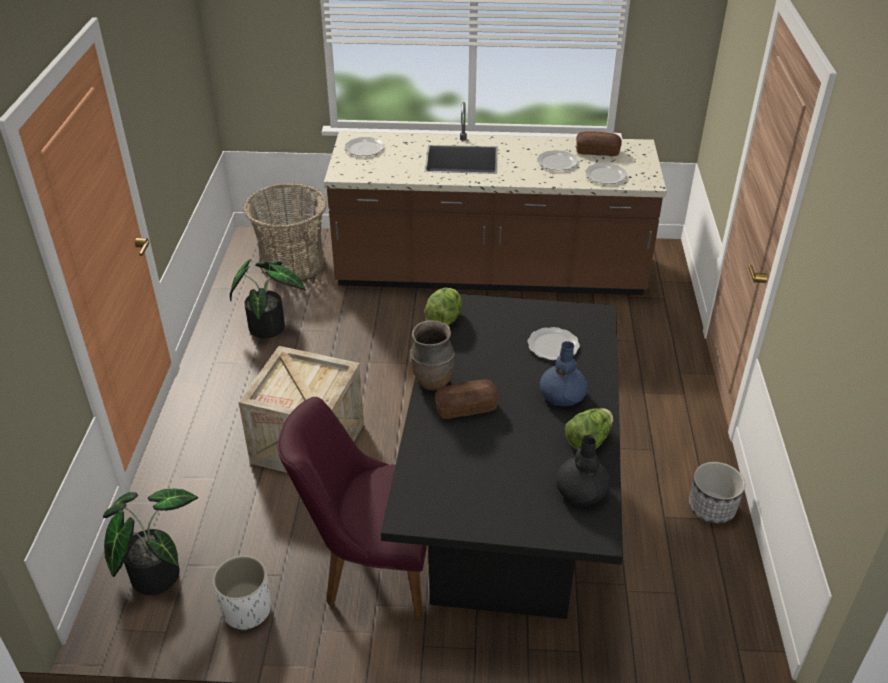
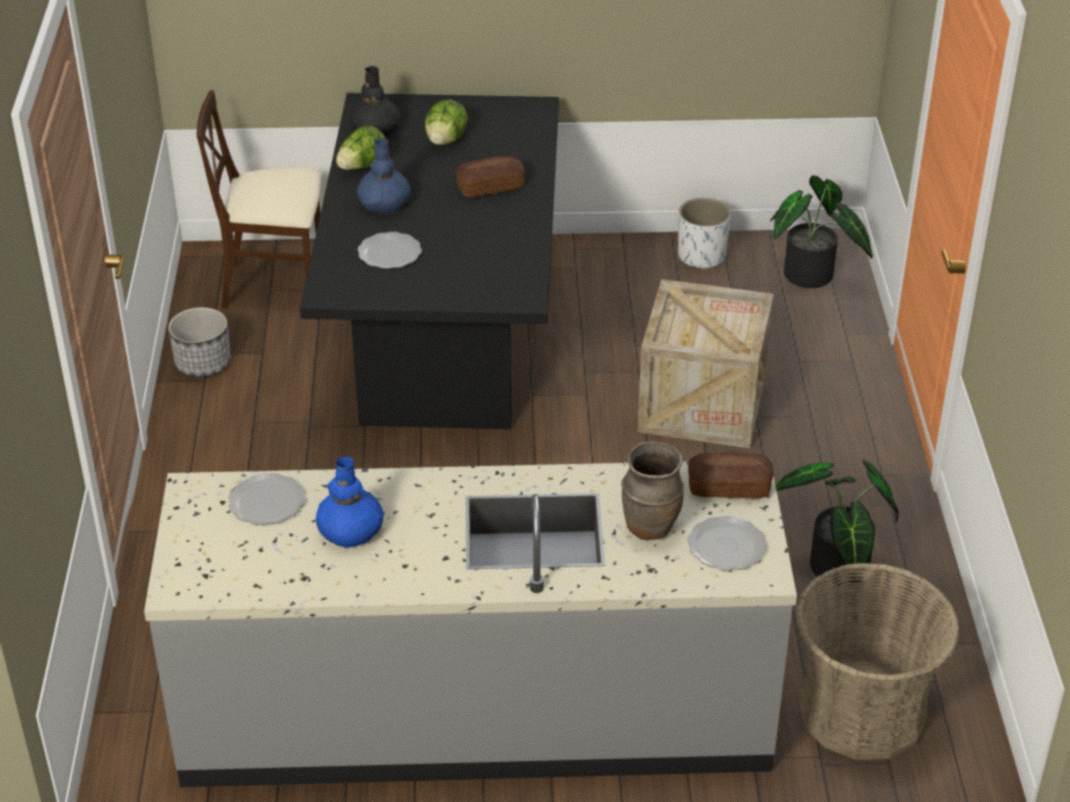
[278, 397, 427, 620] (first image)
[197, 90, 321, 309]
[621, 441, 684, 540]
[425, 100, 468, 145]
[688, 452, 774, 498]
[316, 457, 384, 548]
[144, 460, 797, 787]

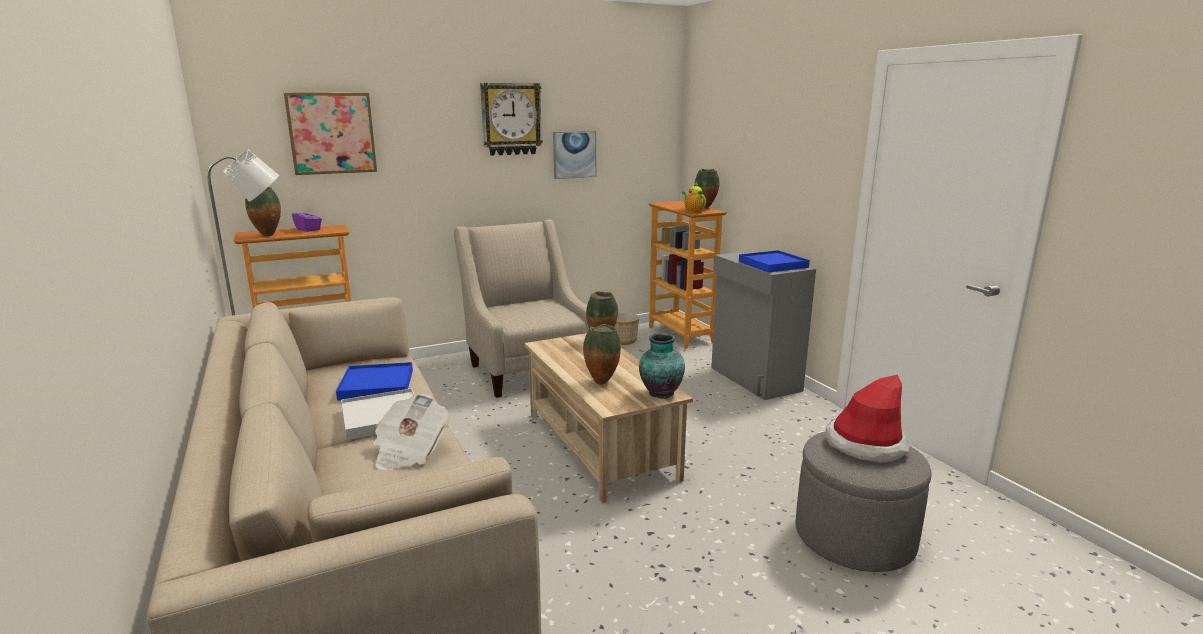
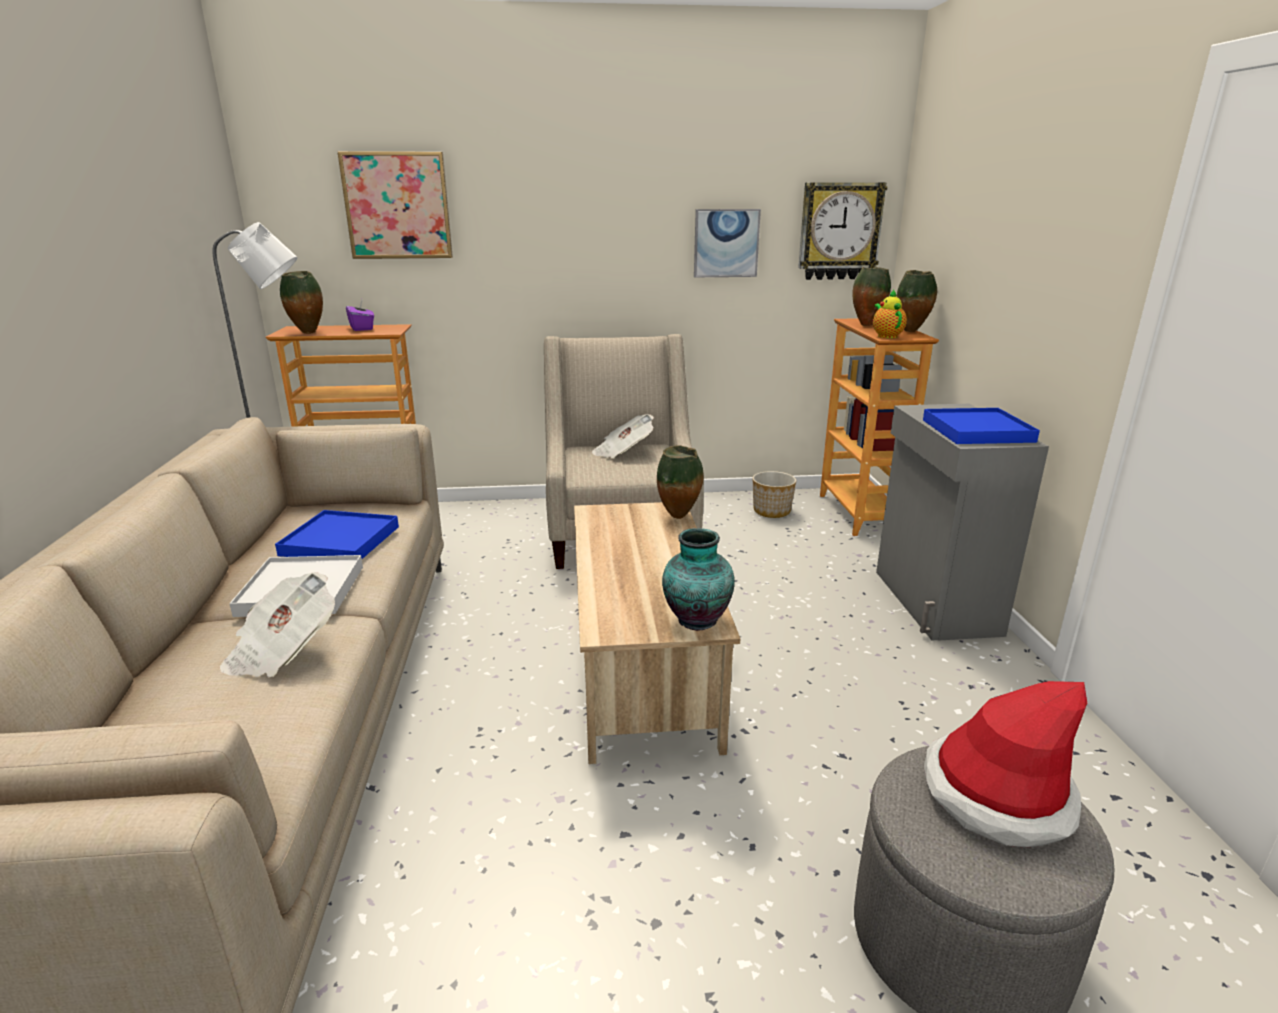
[592, 414, 654, 458]
[798, 182, 888, 280]
[853, 267, 891, 326]

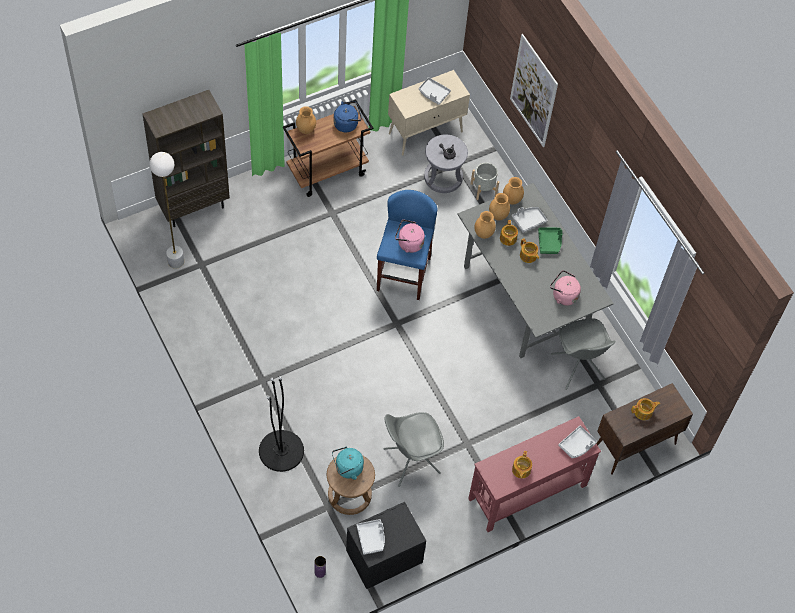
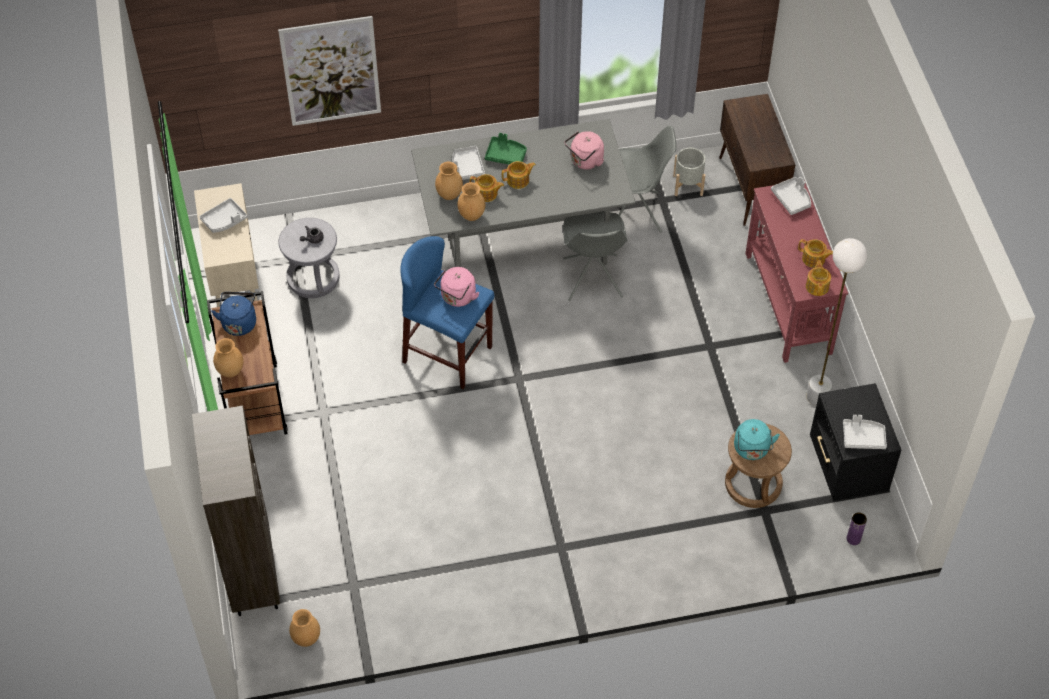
[259, 376, 304, 472] (first image)
[807, 238, 867, 406]
[563, 212, 627, 301]
[673, 148, 705, 196]
[289, 609, 320, 647]
[806, 260, 831, 296]

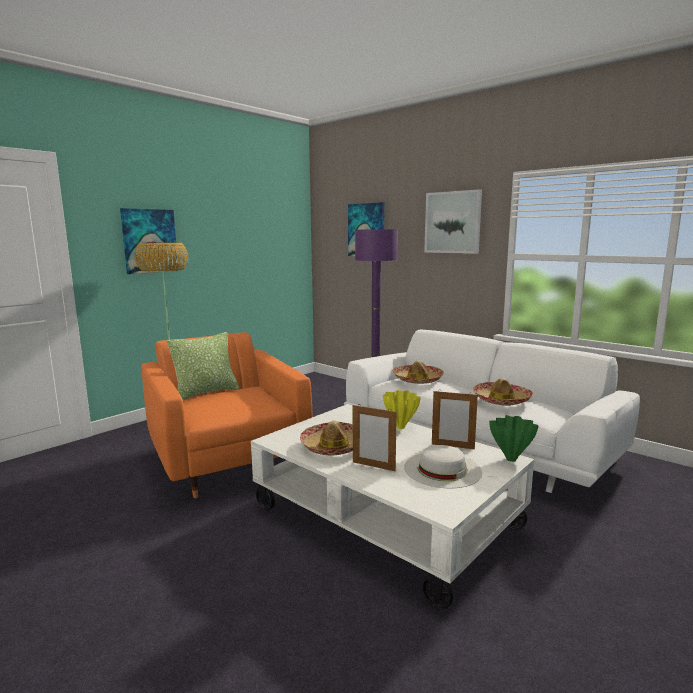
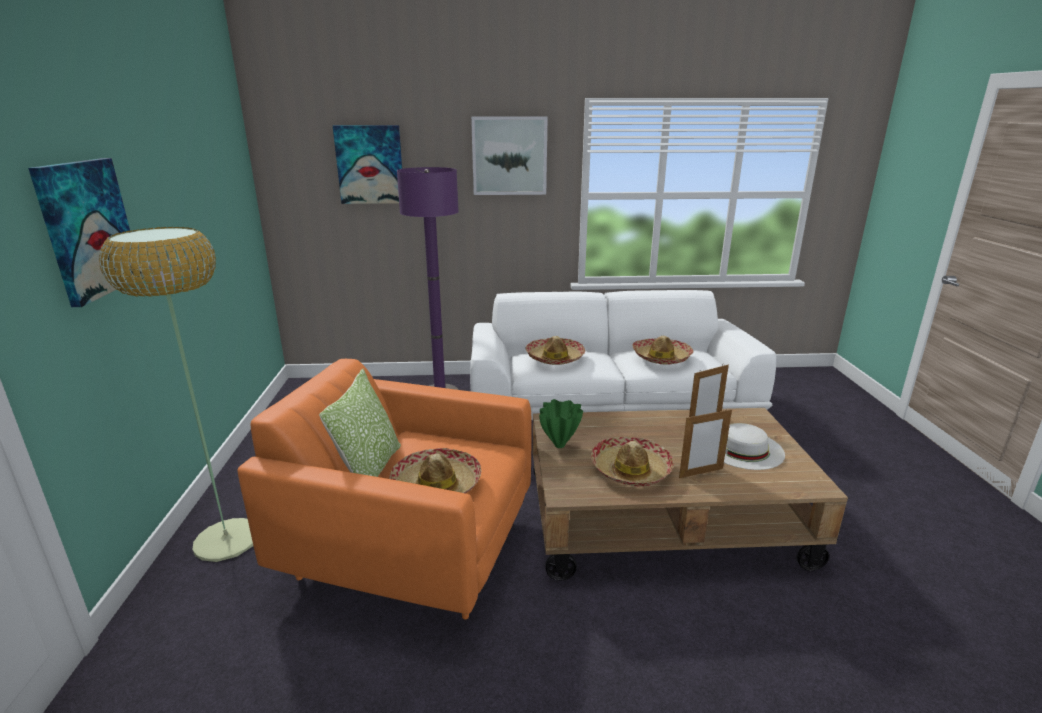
[383, 390, 421, 429] (first image)
[389, 448, 481, 494]
[539, 399, 583, 448]
[532, 408, 848, 580]

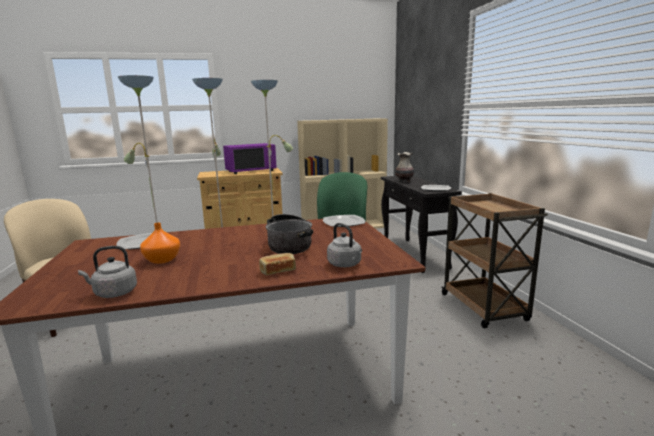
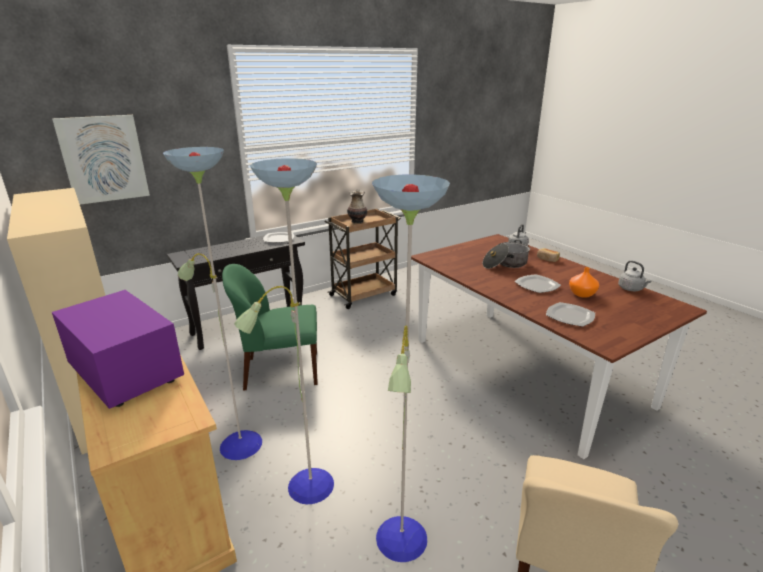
[52, 115, 150, 205]
[515, 274, 561, 293]
[347, 190, 367, 223]

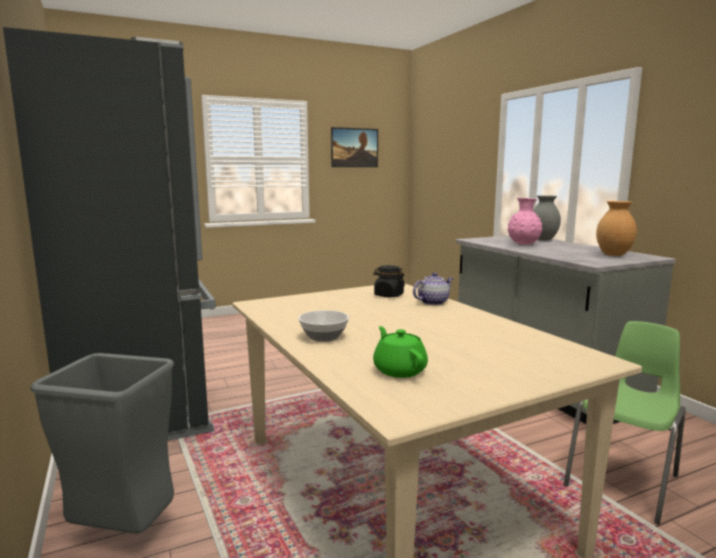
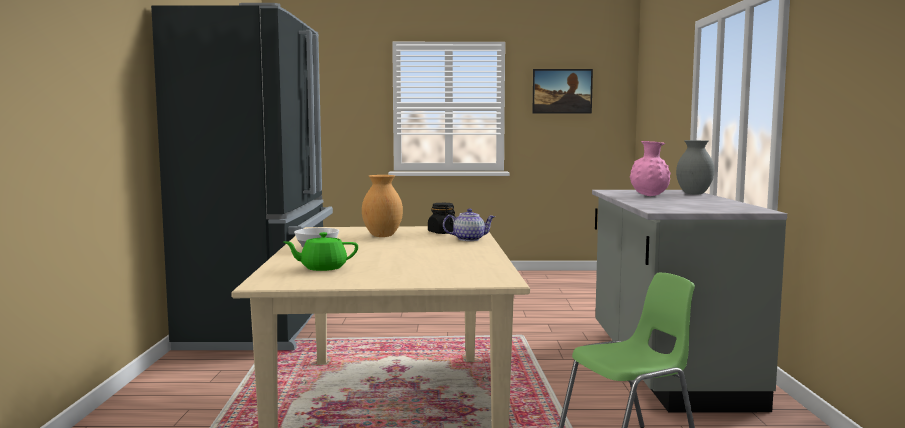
[30, 353, 174, 535] (first image)
[362, 175, 403, 237]
[284, 232, 358, 271]

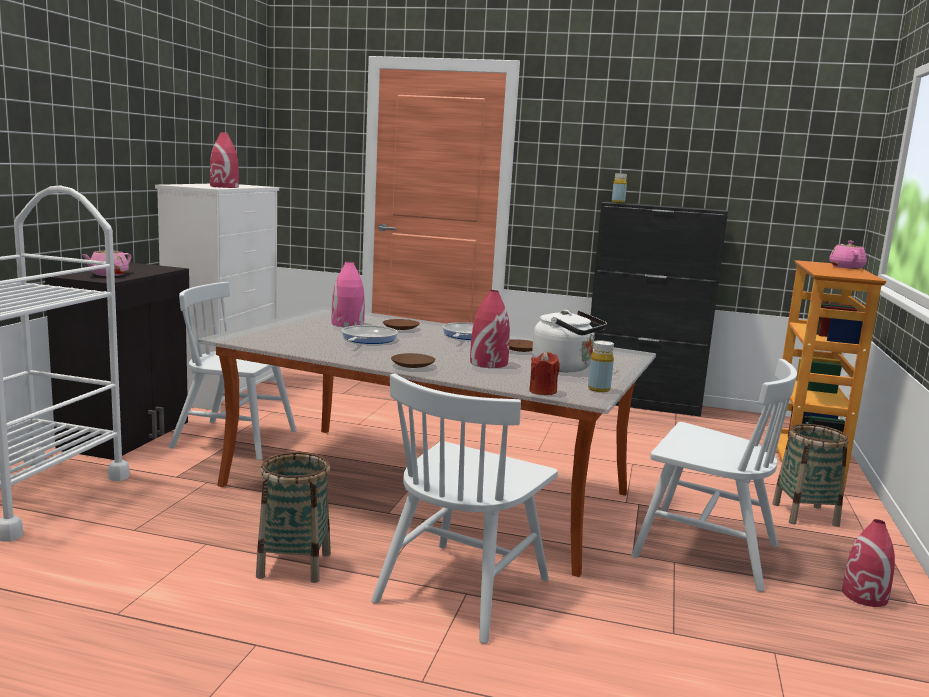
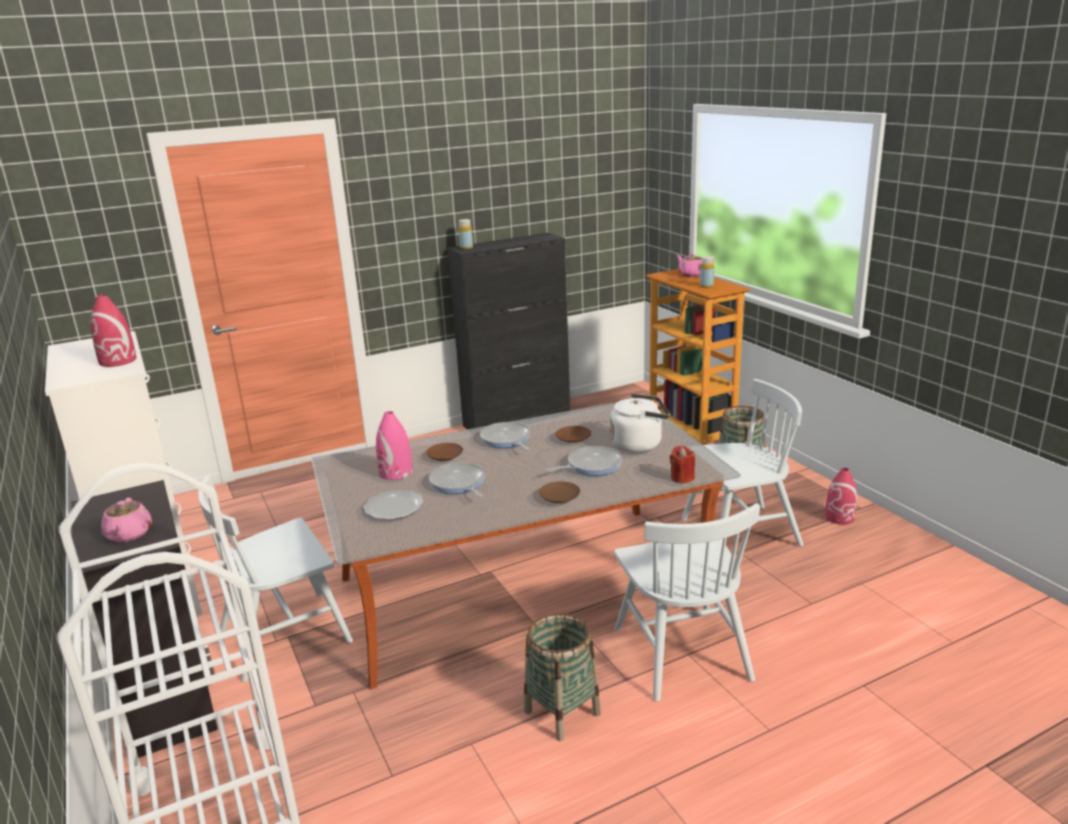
[364, 490, 424, 520]
[700, 256, 715, 288]
[547, 446, 623, 476]

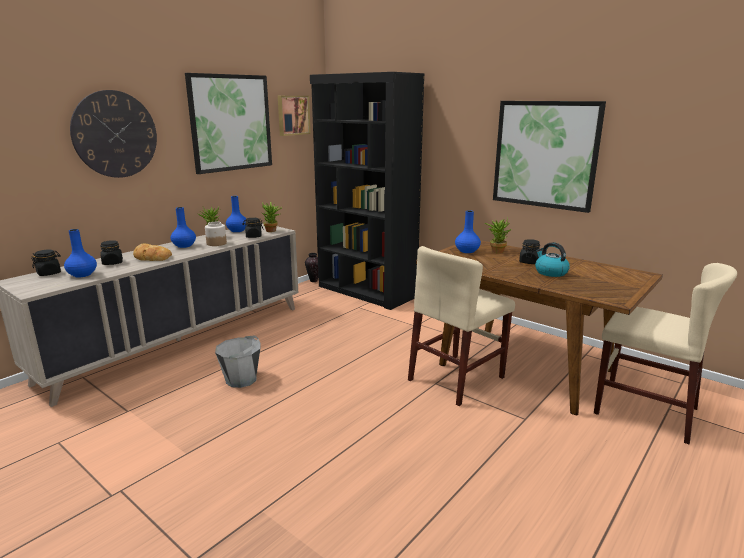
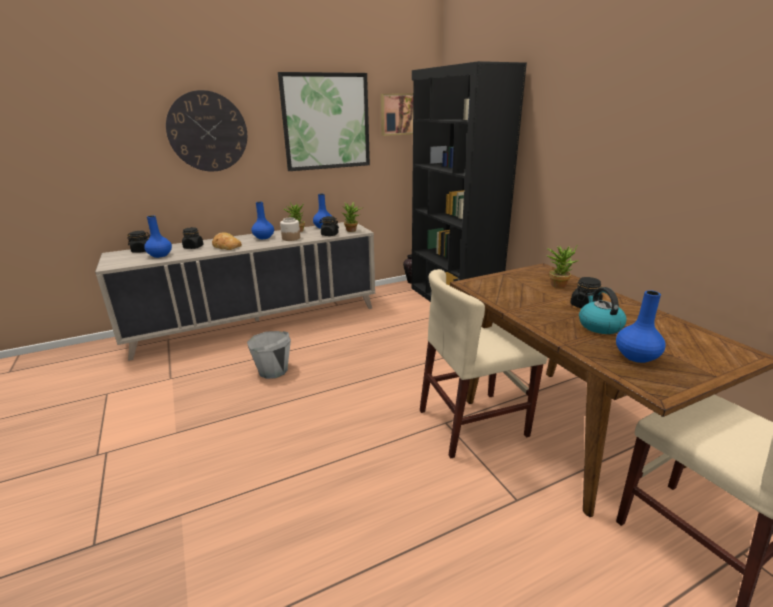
[493, 101, 606, 213] (first image)
[616, 290, 666, 363]

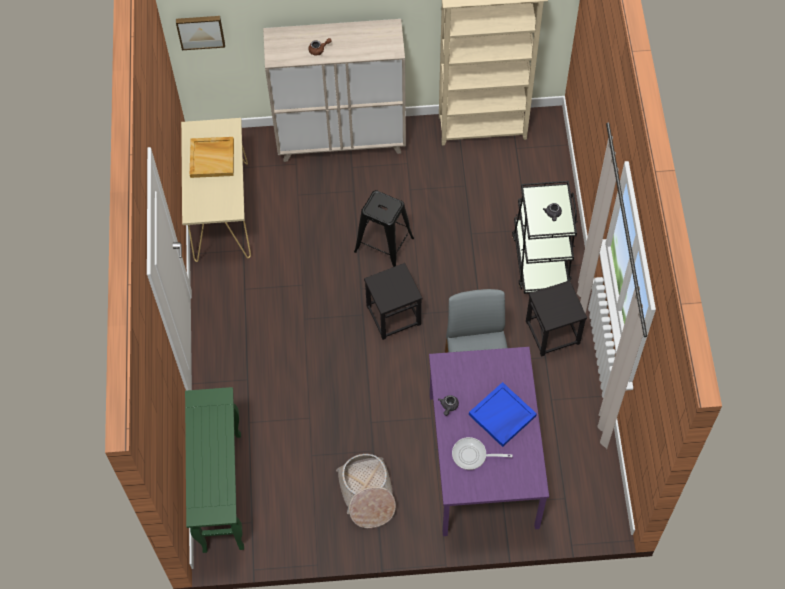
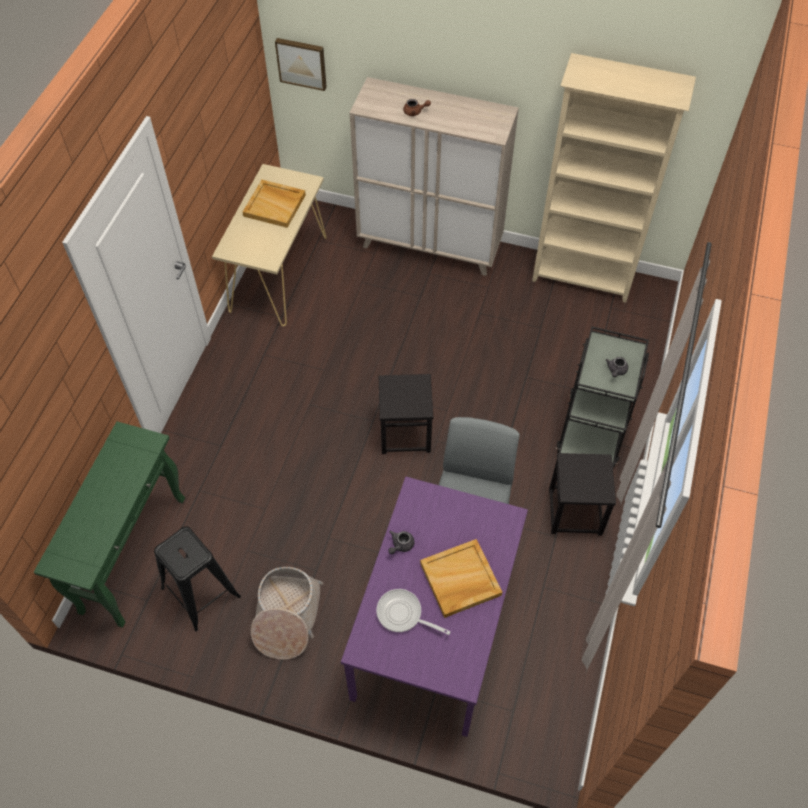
[154, 526, 241, 631]
[420, 539, 502, 618]

